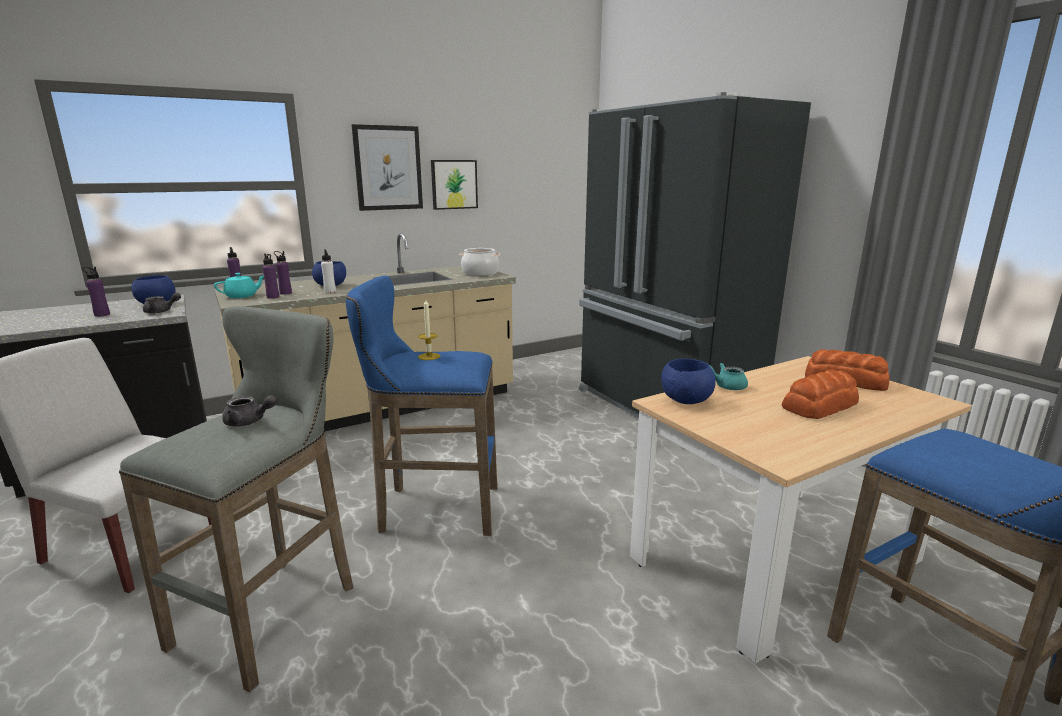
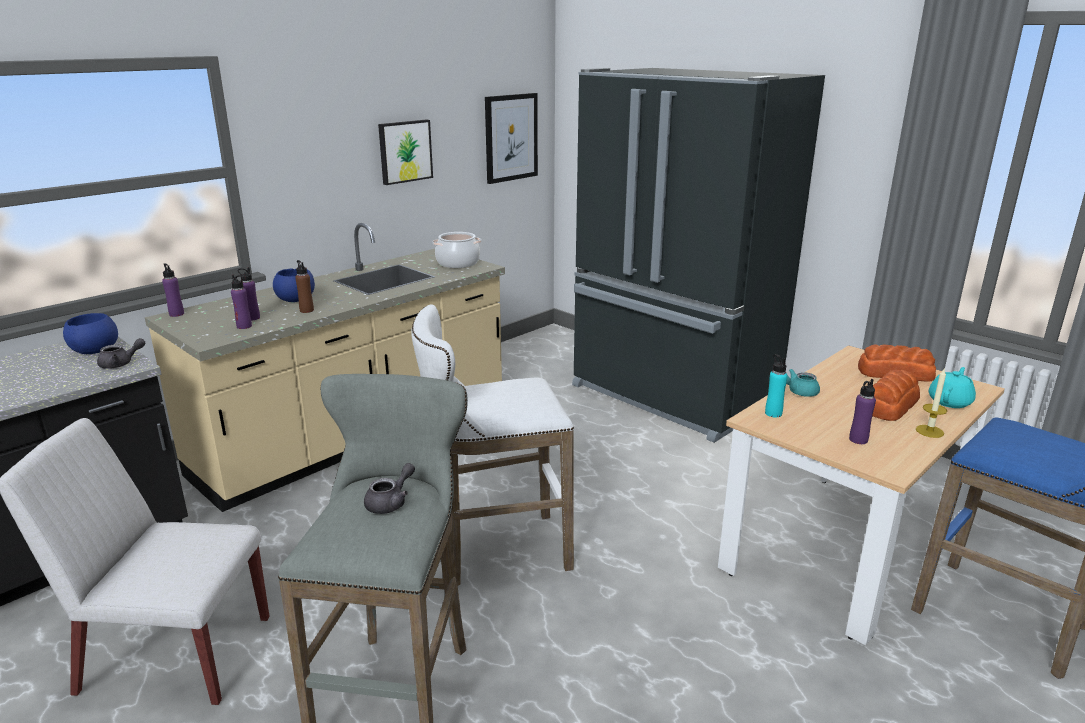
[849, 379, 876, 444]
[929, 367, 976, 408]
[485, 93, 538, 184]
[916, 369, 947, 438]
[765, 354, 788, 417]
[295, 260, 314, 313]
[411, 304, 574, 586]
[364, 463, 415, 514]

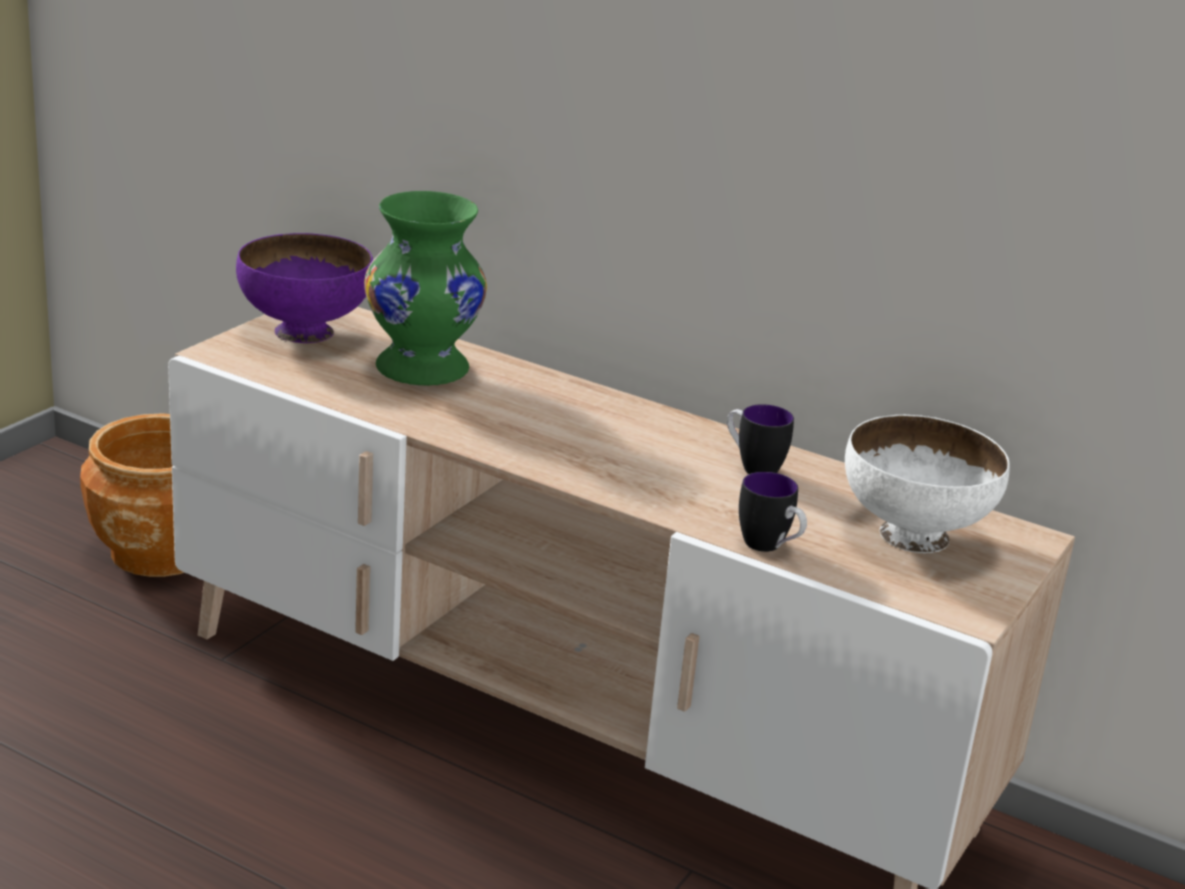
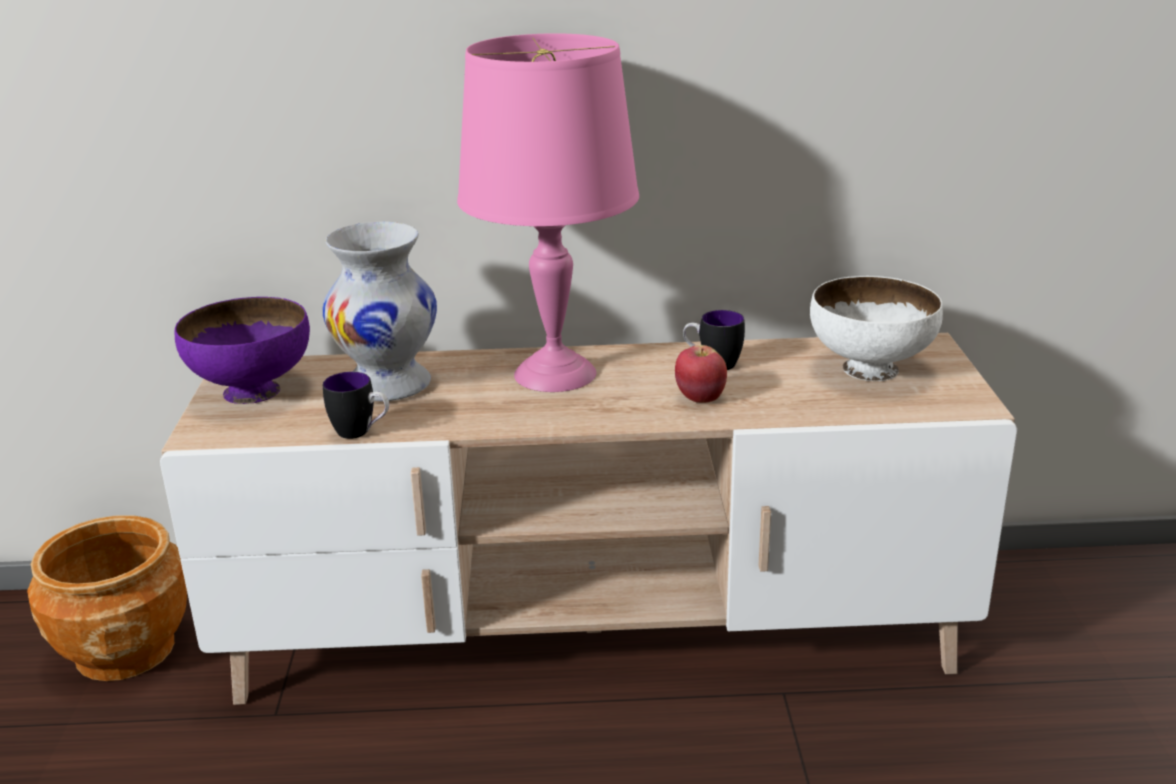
[457, 33, 639, 392]
[675, 345, 727, 403]
[323, 372, 389, 439]
[323, 221, 437, 402]

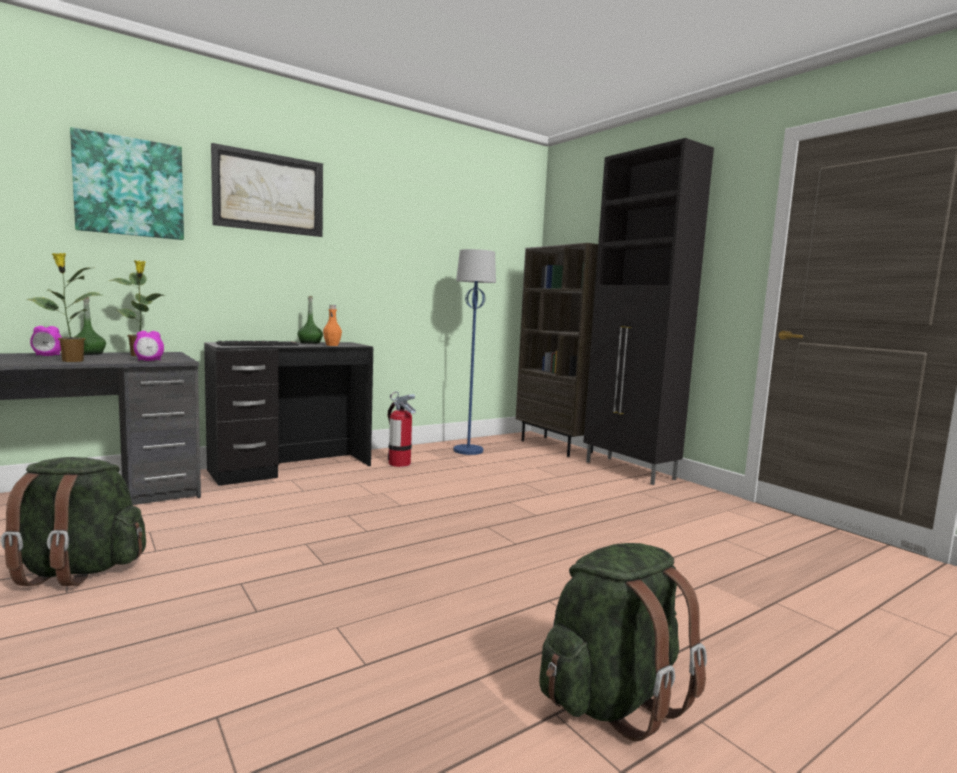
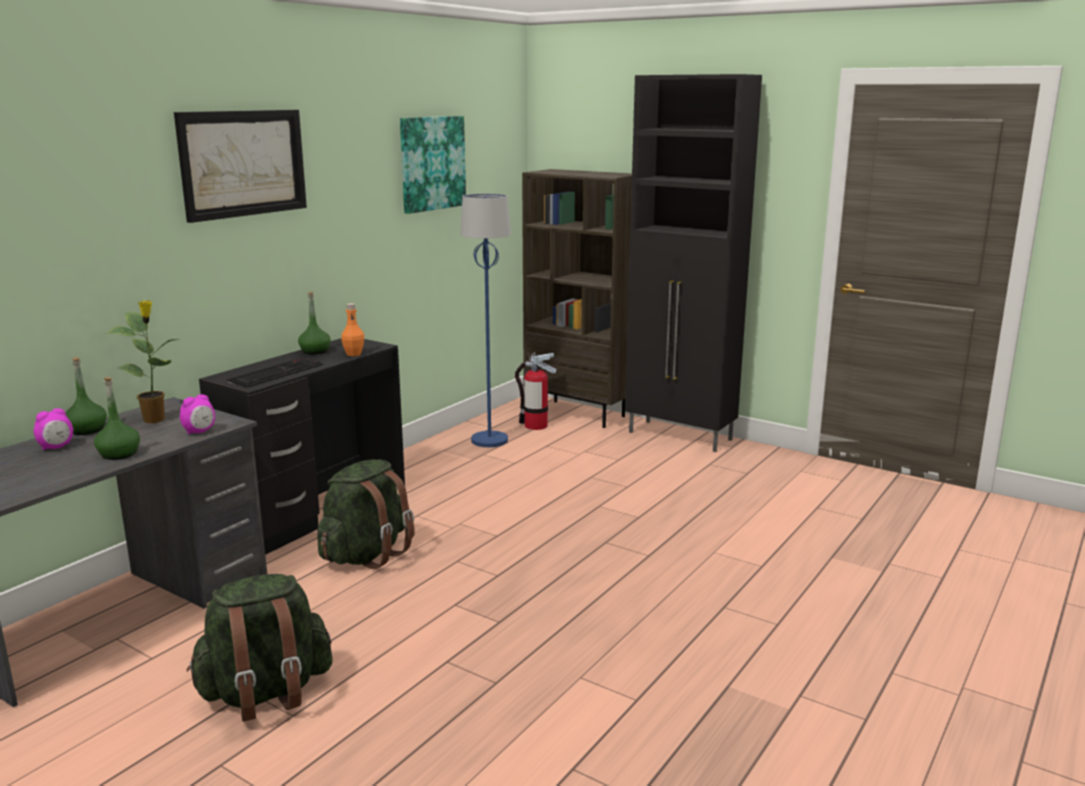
[400, 116, 466, 214]
[515, 352, 556, 430]
[317, 459, 415, 569]
[94, 377, 140, 460]

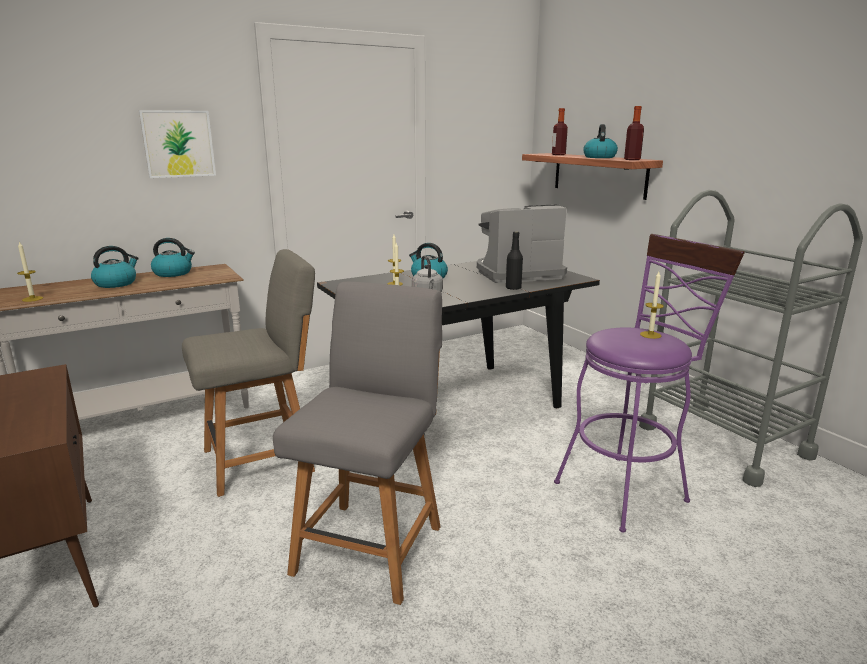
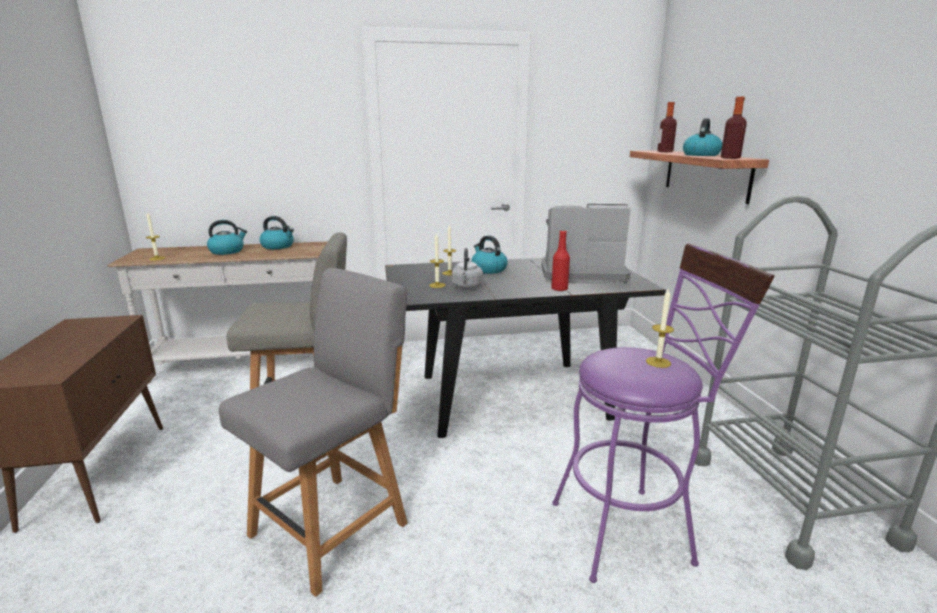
[139, 110, 216, 178] (first image)
[551, 230, 570, 291]

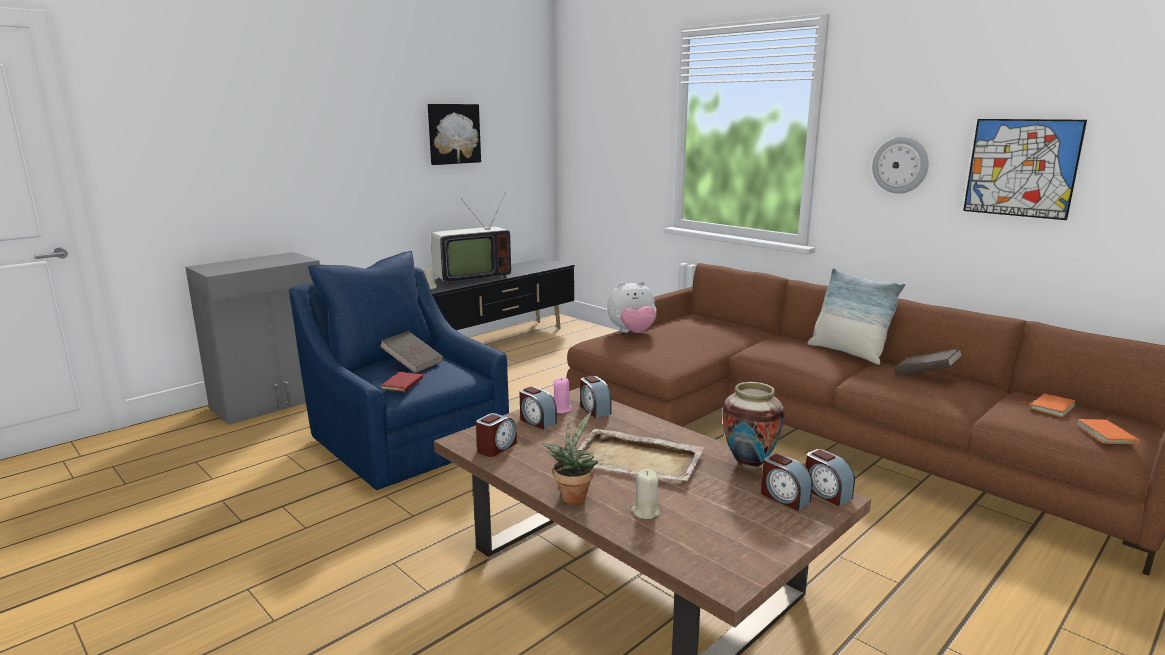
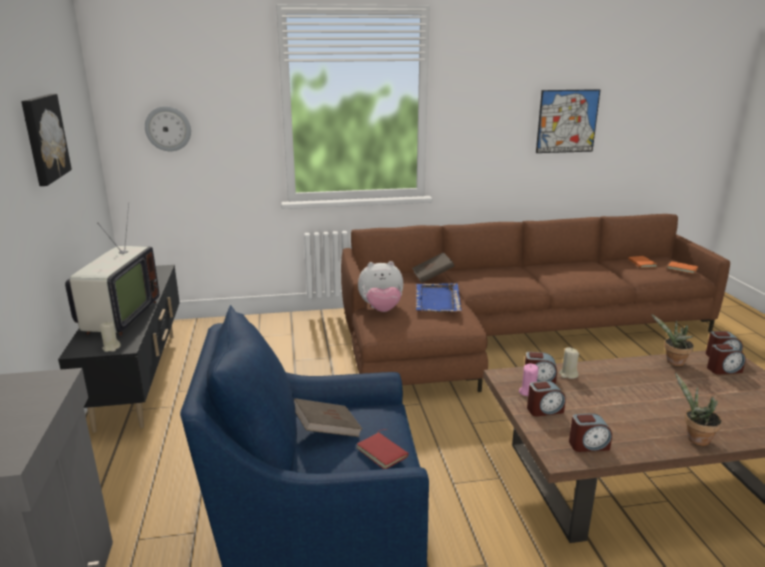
[578, 429, 704, 481] (first image)
[808, 268, 905, 365] (first image)
[416, 283, 462, 312]
[559, 347, 579, 379]
[145, 106, 191, 151]
[412, 252, 454, 283]
[651, 314, 694, 366]
[569, 413, 612, 452]
[358, 261, 403, 312]

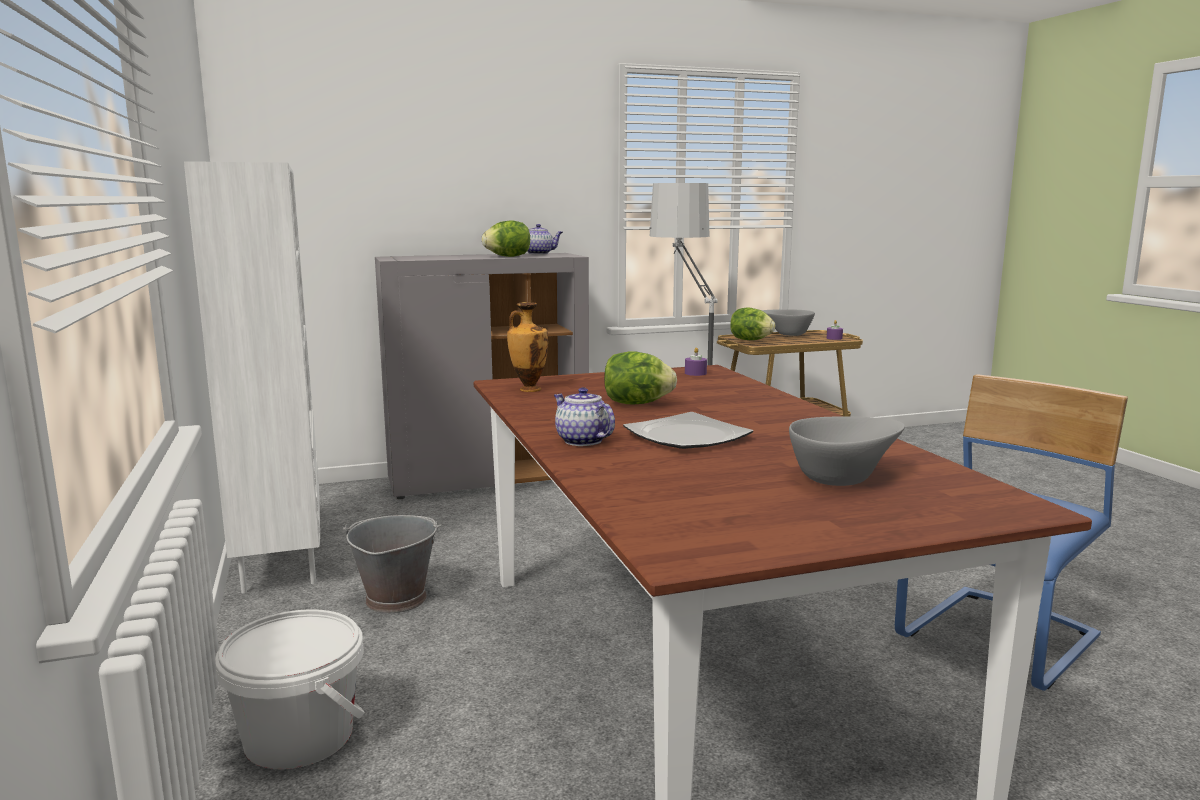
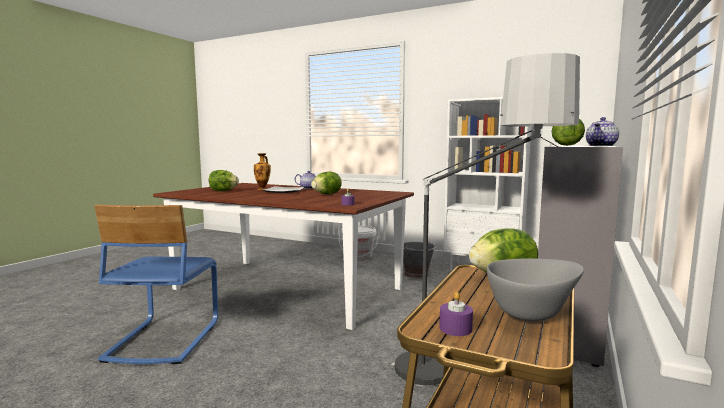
[254, 153, 271, 190]
[209, 170, 239, 191]

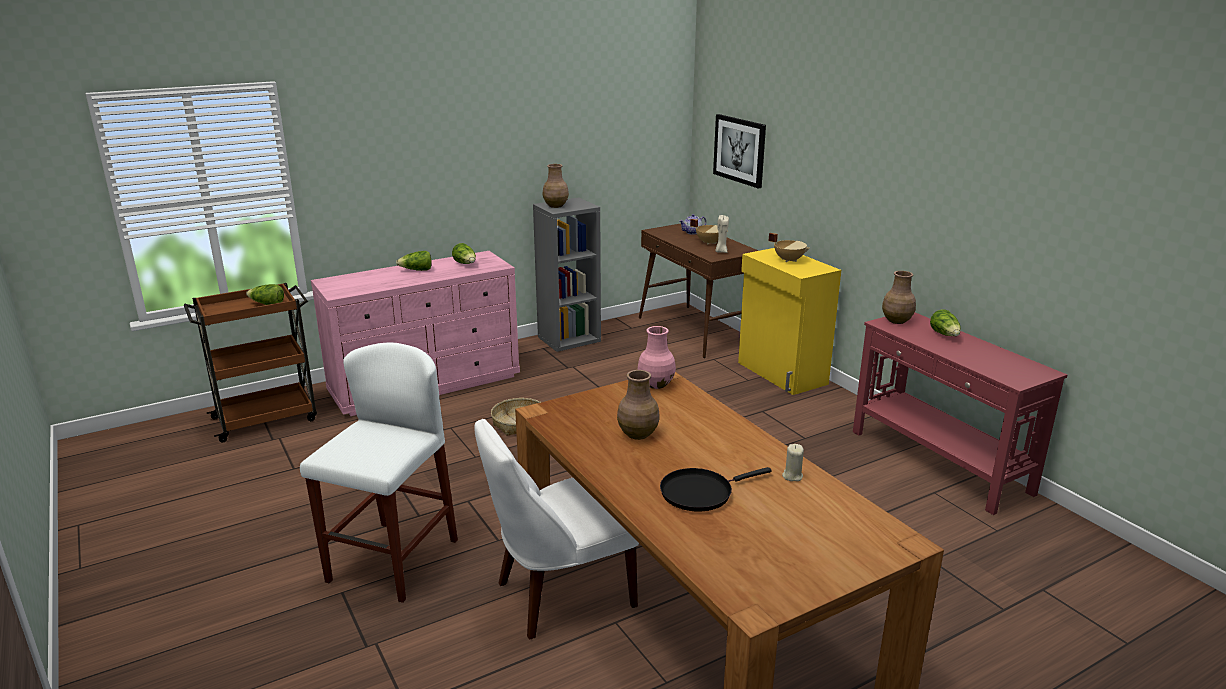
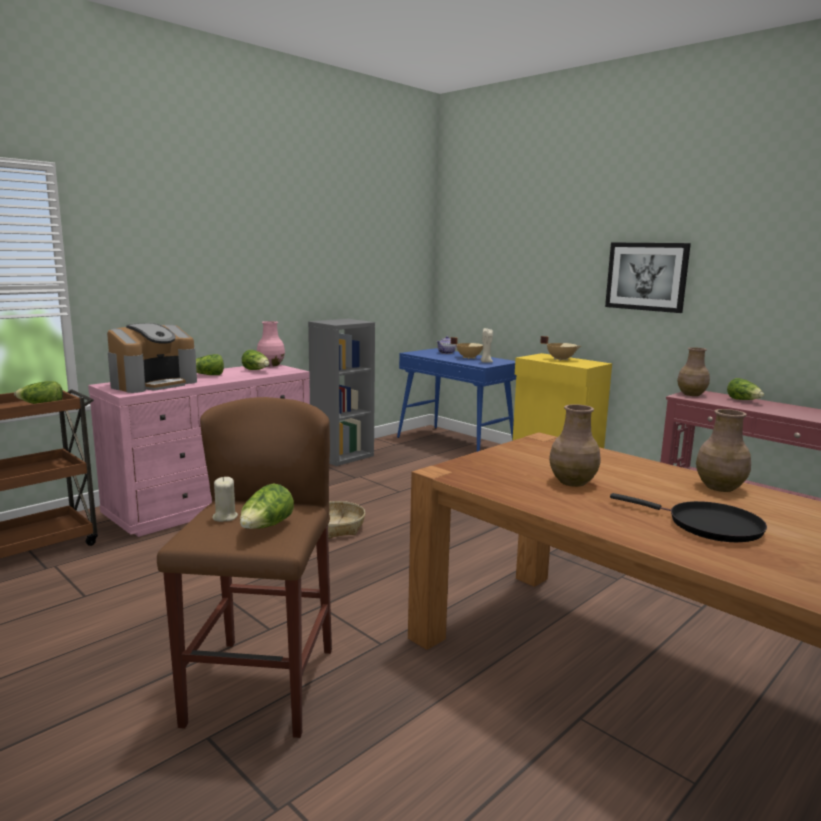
[474, 419, 639, 640] (first image)
[107, 323, 197, 393]
[240, 483, 294, 529]
[696, 409, 751, 492]
[257, 321, 285, 367]
[605, 242, 691, 313]
[212, 477, 238, 522]
[157, 397, 332, 738]
[397, 348, 516, 452]
[610, 493, 767, 542]

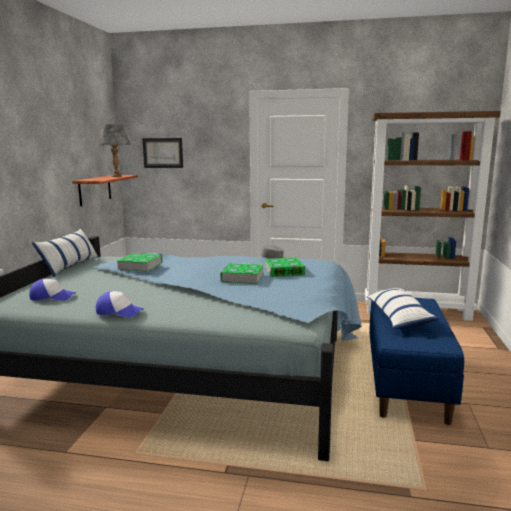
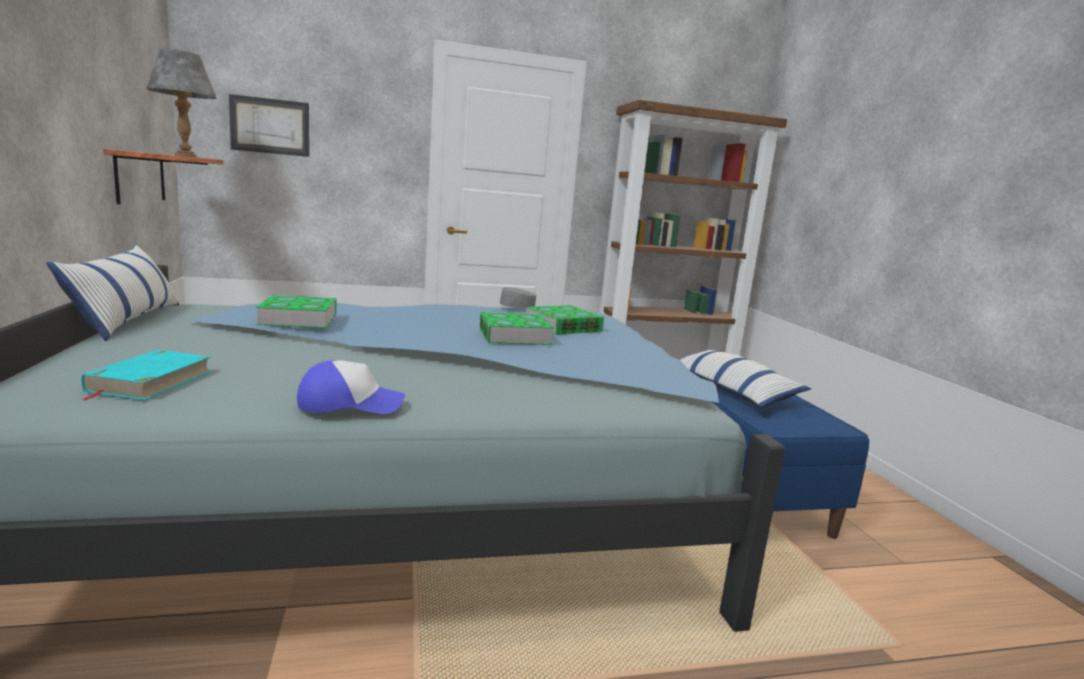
[80, 350, 211, 400]

